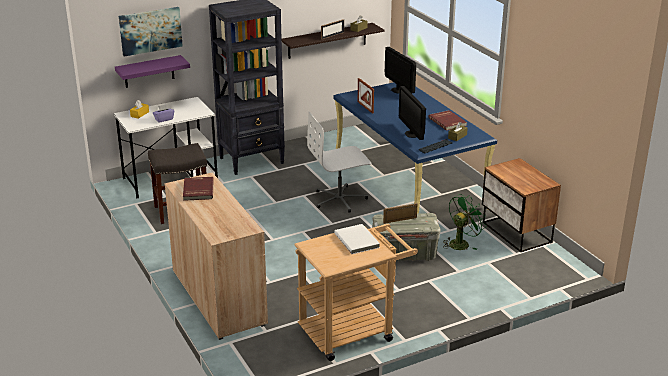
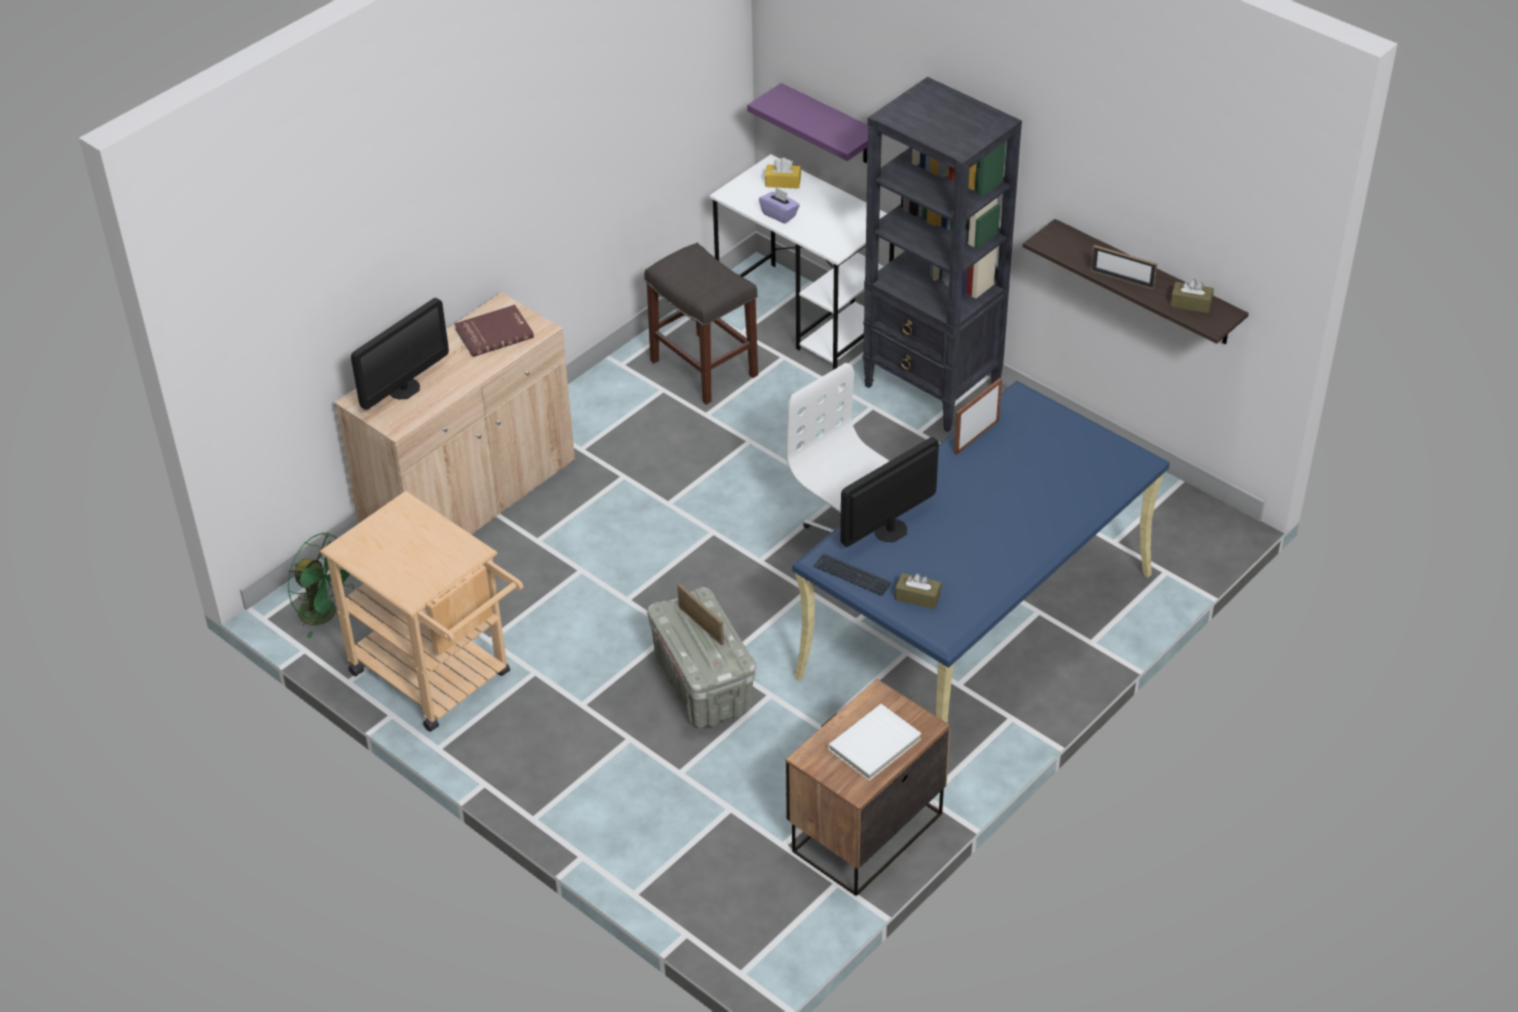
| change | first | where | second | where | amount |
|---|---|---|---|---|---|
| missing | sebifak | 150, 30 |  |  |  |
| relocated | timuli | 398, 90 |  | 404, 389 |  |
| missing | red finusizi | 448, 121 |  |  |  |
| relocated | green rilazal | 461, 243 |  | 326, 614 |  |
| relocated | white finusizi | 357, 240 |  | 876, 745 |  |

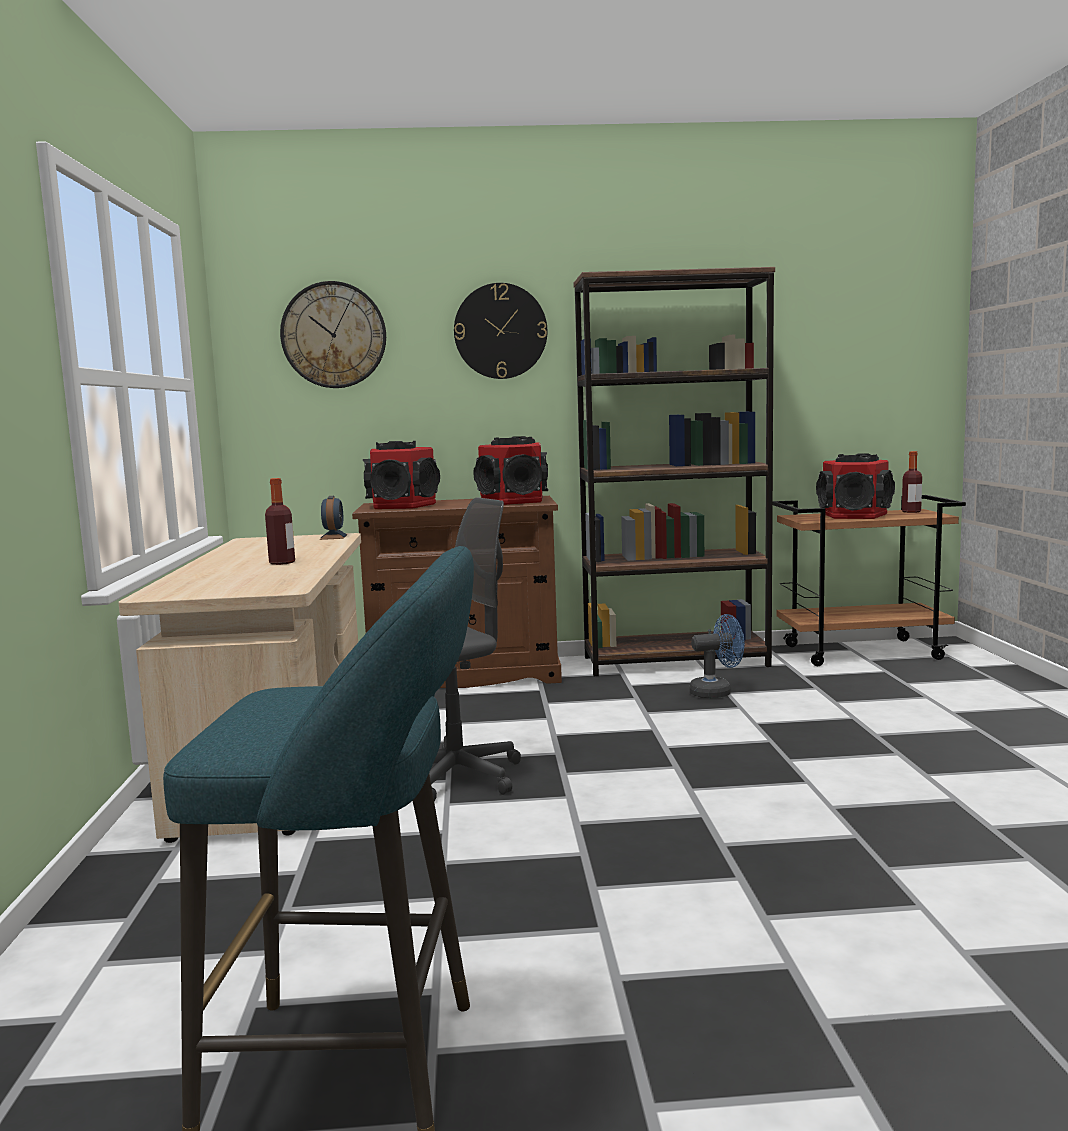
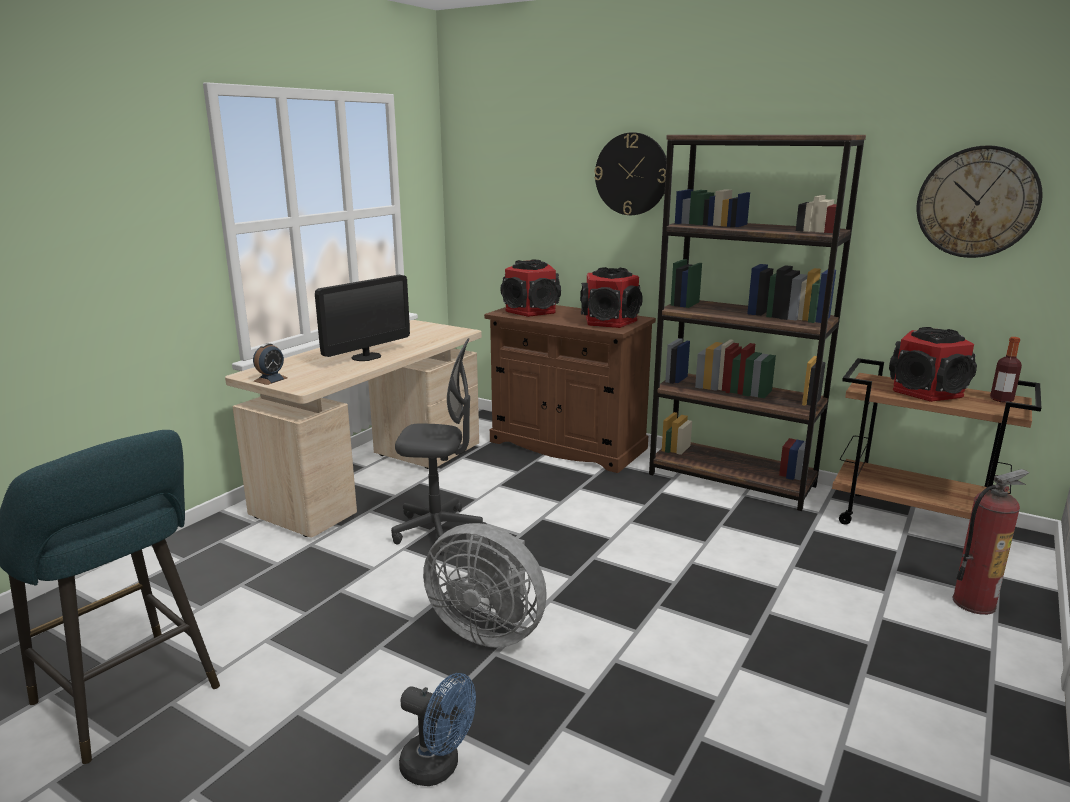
| change | first | where | second | where | amount |
|---|---|---|---|---|---|
| relocated | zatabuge | 334, 335 |  | 977, 202 |  |
| exchanged | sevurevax | 282, 562 | timuli | 366, 357 |  |
| relocated | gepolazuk | 333, 537 |  | 270, 379 |  |
| relocated | blue rilazal | 716, 692 |  | 438, 767 |  |
| appeared |  |  | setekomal | 973, 602 |  |
| appeared |  |  | grey rilazal | 488, 629 |  |

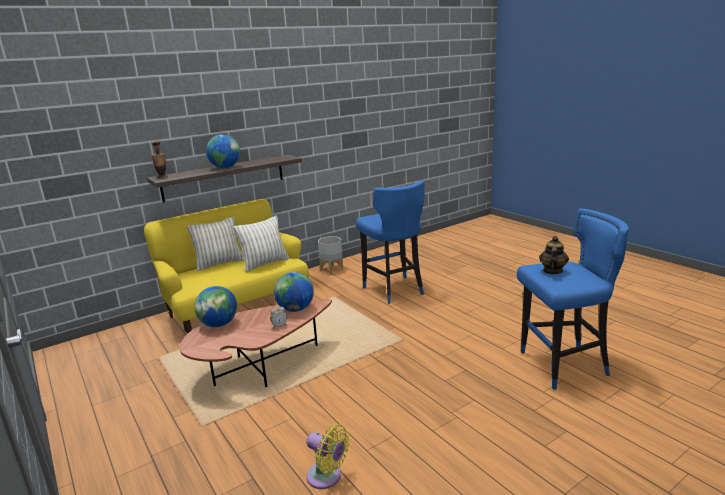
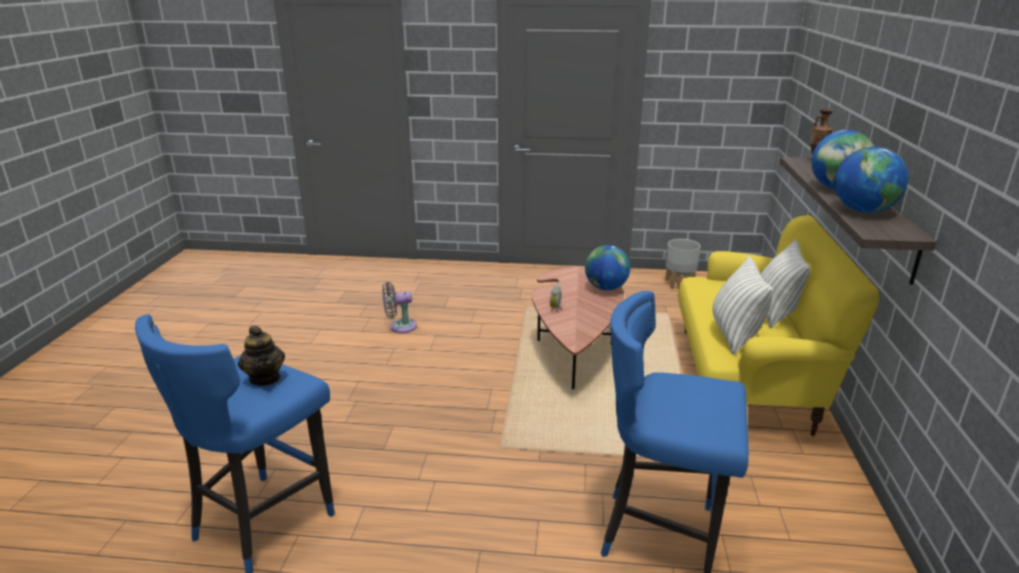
| change | first | where | second | where | amount |
|---|---|---|---|---|---|
| relocated | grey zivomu | 331, 269 |  | 679, 284 |  |
| relocated | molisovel | 295, 309 |  | 863, 211 |  |
| colour | yellow rilazal | 327, 477 | grey rilazal | 400, 327 |  |

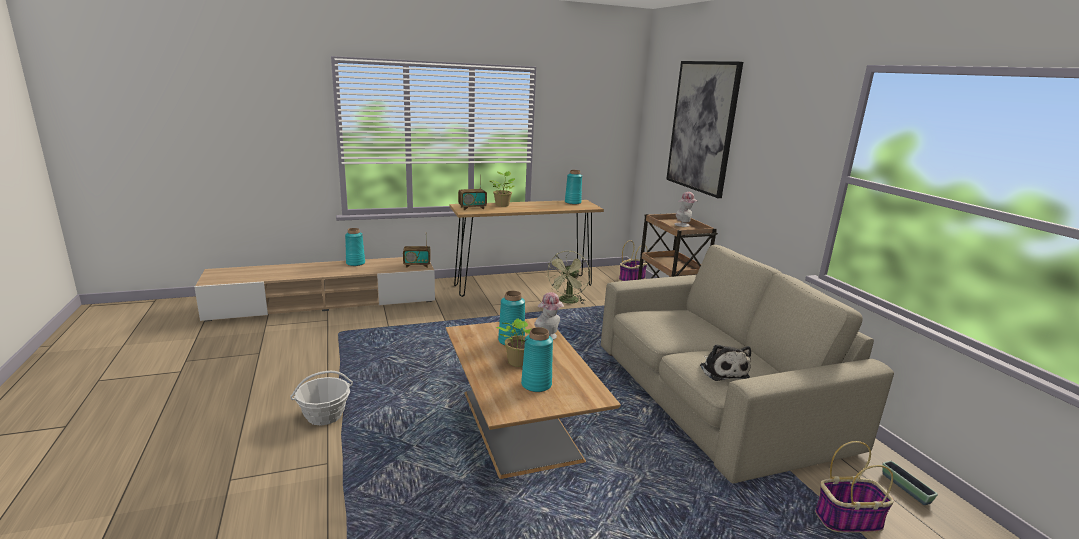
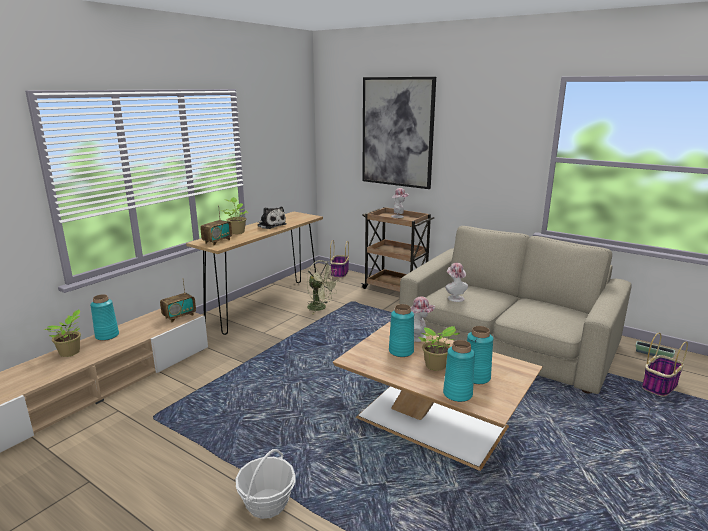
| change | first | where | second | where | amount |
|---|---|---|---|---|---|
| relocated | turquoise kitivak | 572, 202 |  | 457, 394 |  |
| spun | green rilazal | 568, 302 |  | 320, 308 | 45 degrees counterclockwise |
| relocated | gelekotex | 722, 371 |  | 271, 225 |  |
| appeared |  |  | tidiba | 454, 297 |  |
| appeared |  |  | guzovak | 71, 352 |  |

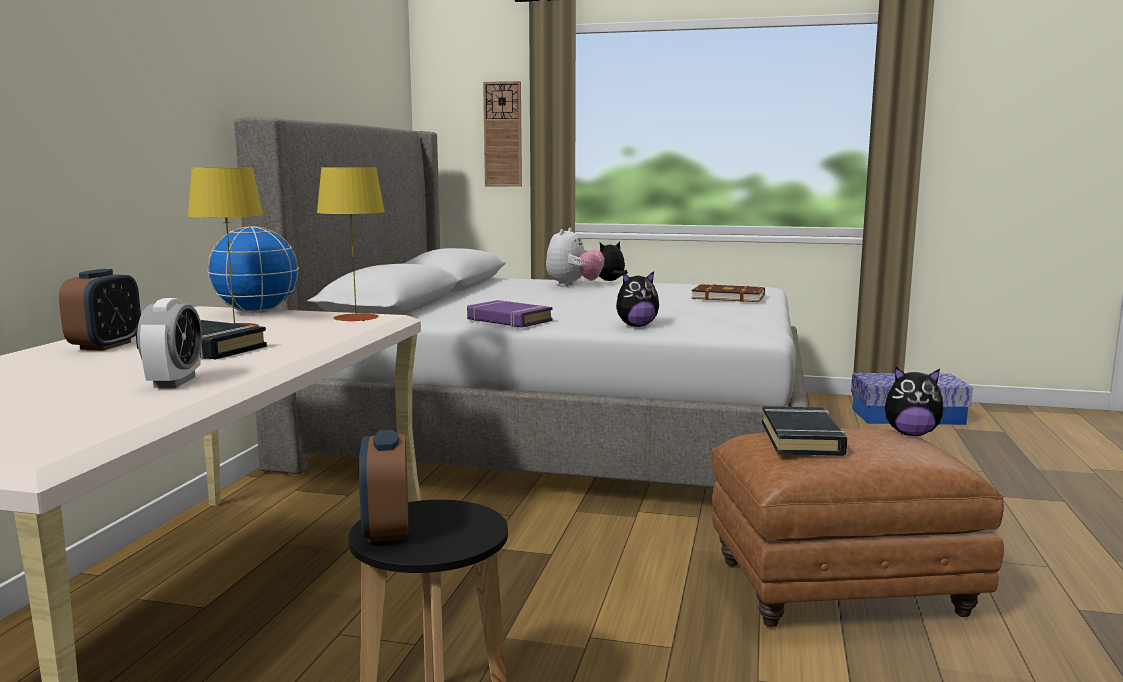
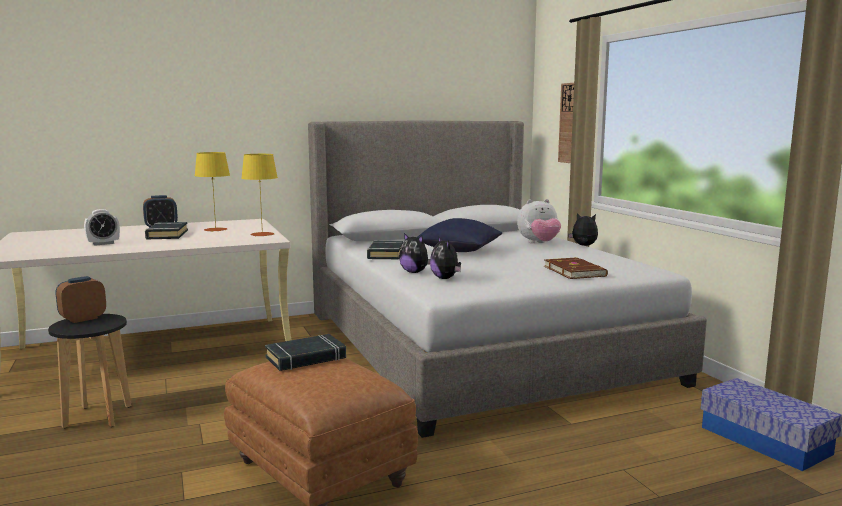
| change | first | where | second | where | amount |
|---|---|---|---|---|---|
| missing | molisovel | 257, 312 |  |  |  |
| colour | purple finusizi | 508, 320 | black finusizi | 385, 254 |  |
| relocated | gelekotex | 911, 434 |  | 446, 278 |  |
| appeared |  |  | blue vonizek | 459, 250 |  |

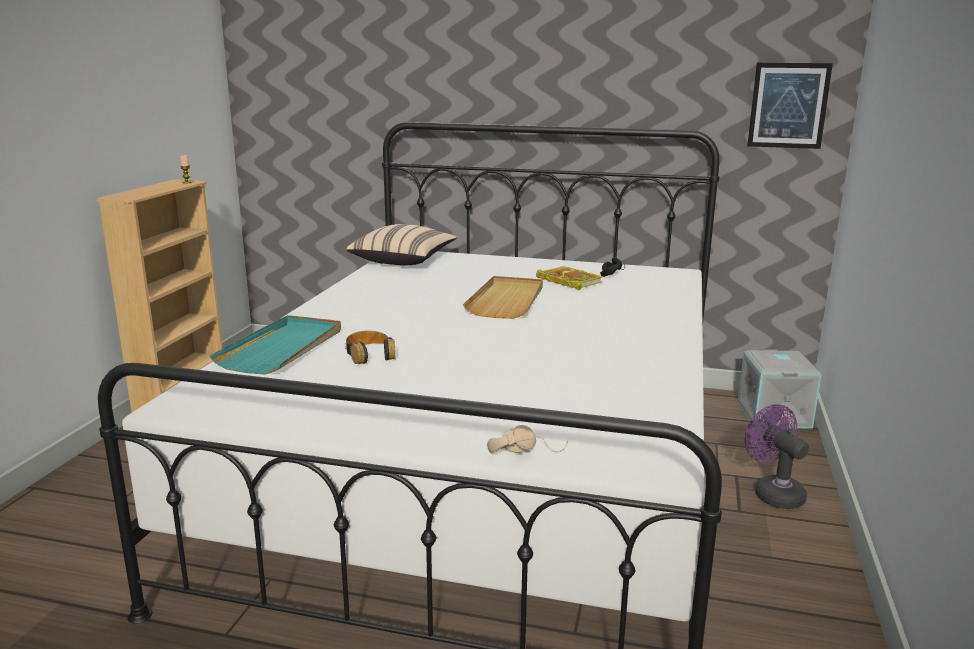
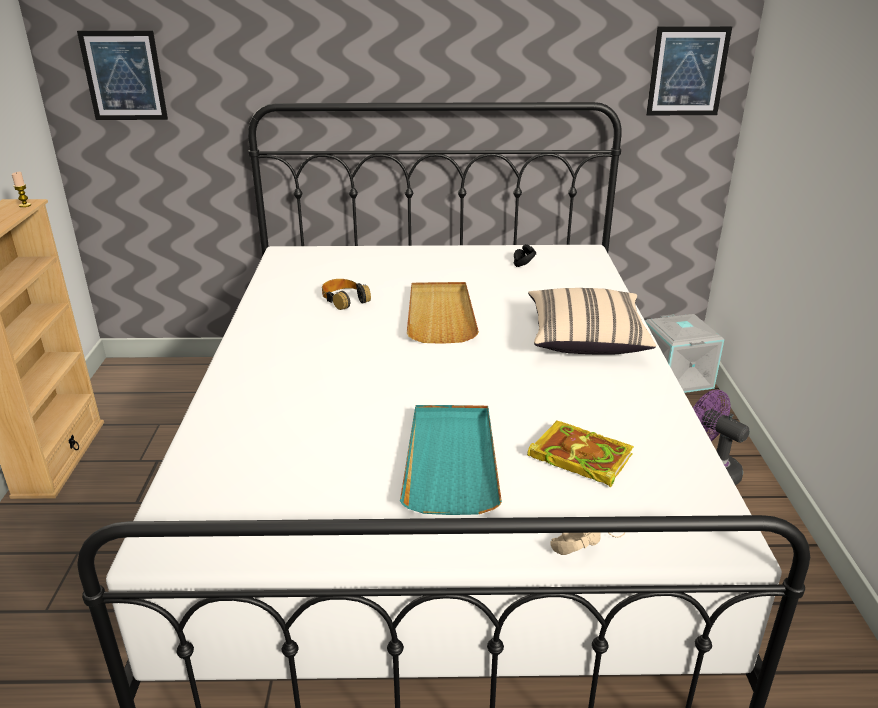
| change | first | where | second | where | amount |
|---|---|---|---|---|---|
| relocated | beige vonizek | 403, 260 |  | 586, 339 |  |
| relocated | finusizi | 568, 281 |  | 578, 457 |  |
| relocated | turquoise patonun | 283, 348 |  | 451, 460 |  |
| relocated | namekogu | 370, 354 |  | 344, 299 |  |
| appeared |  |  | sebifak | 124, 76 |  |

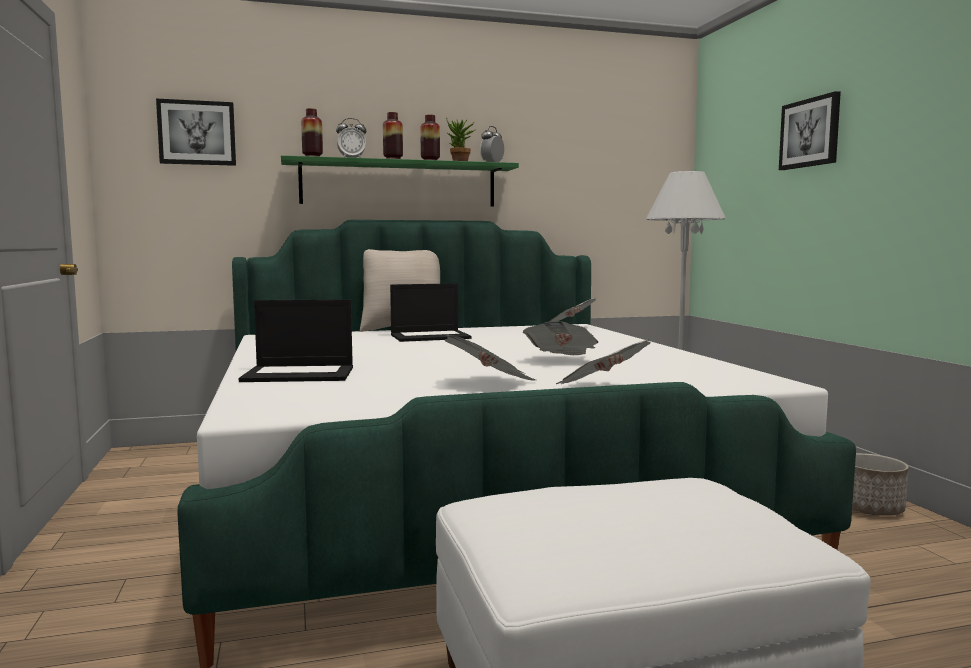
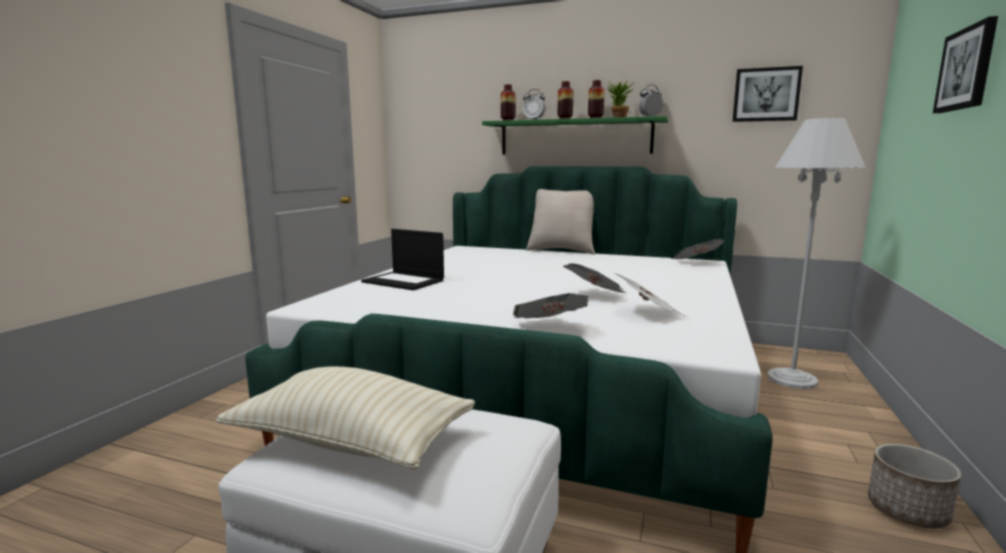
| change | first | where | second | where | amount |
|---|---|---|---|---|---|
| relocated | sebifak | 197, 133 |  | 766, 94 |  |
| missing | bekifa | 430, 336 |  |  |  |
| relocated | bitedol | 490, 383 |  | 649, 314 |  |
| appeared |  |  | beige vonizek | 352, 441 |  |

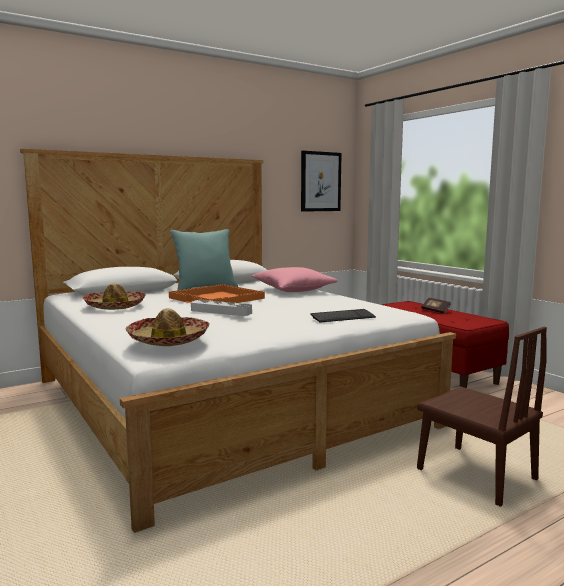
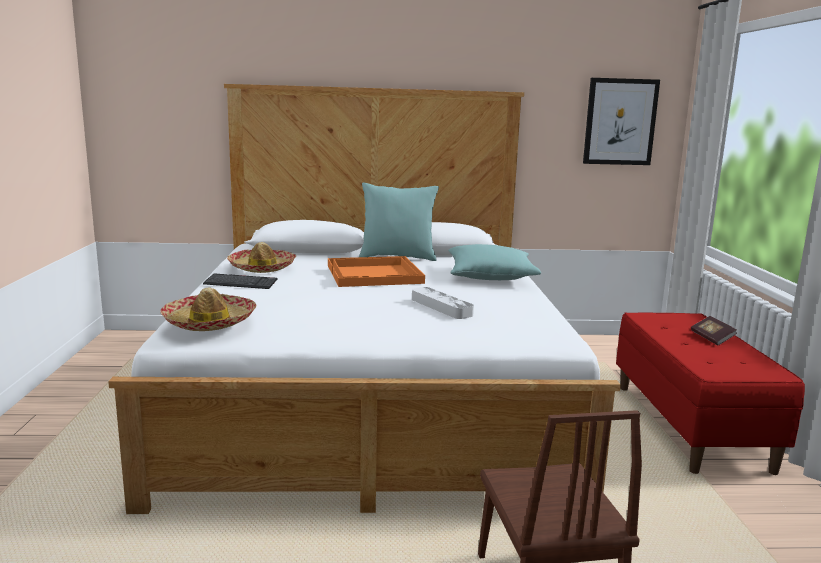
| change | first | where | second | where | amount |
|---|---|---|---|---|---|
| colour | pink vonizek | 293, 290 | turquoise vonizek | 491, 276 |  |
| relocated | grey patonun | 221, 311 |  | 441, 307 |  |
| relocated | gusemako | 342, 317 |  | 240, 283 |  |

